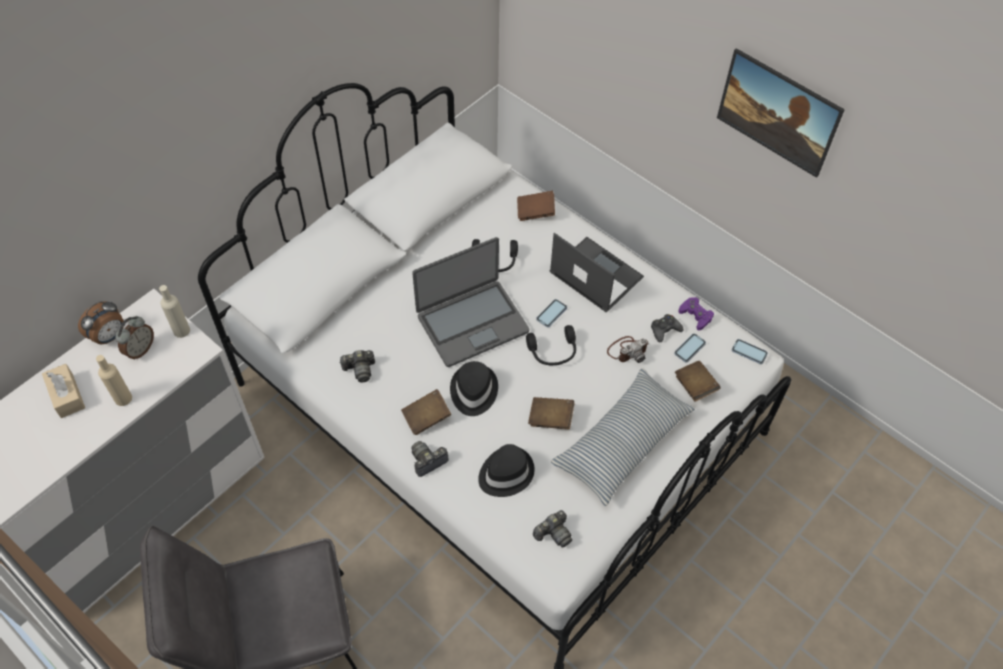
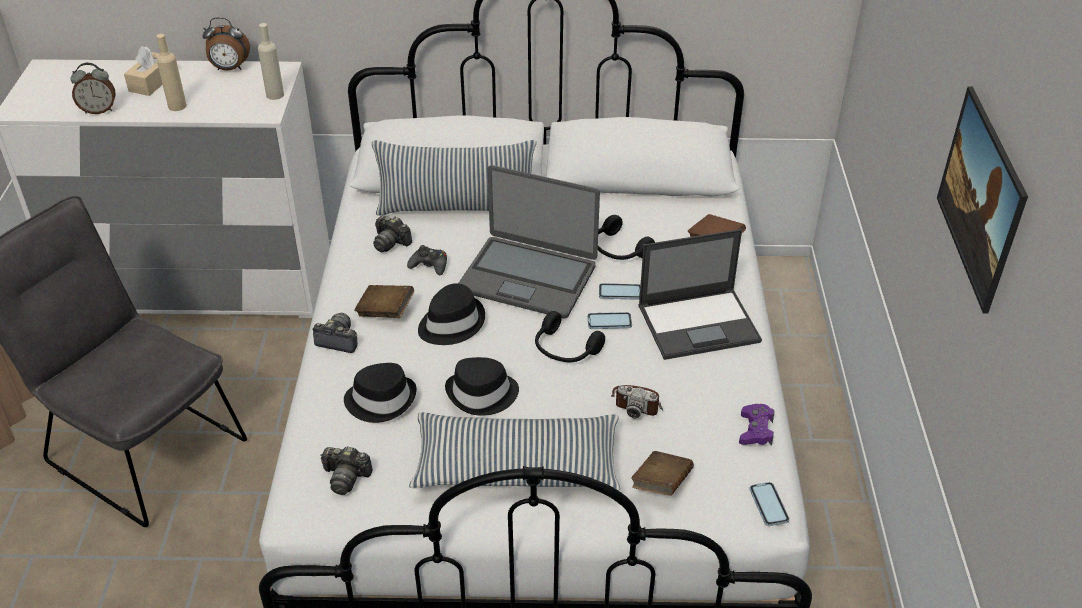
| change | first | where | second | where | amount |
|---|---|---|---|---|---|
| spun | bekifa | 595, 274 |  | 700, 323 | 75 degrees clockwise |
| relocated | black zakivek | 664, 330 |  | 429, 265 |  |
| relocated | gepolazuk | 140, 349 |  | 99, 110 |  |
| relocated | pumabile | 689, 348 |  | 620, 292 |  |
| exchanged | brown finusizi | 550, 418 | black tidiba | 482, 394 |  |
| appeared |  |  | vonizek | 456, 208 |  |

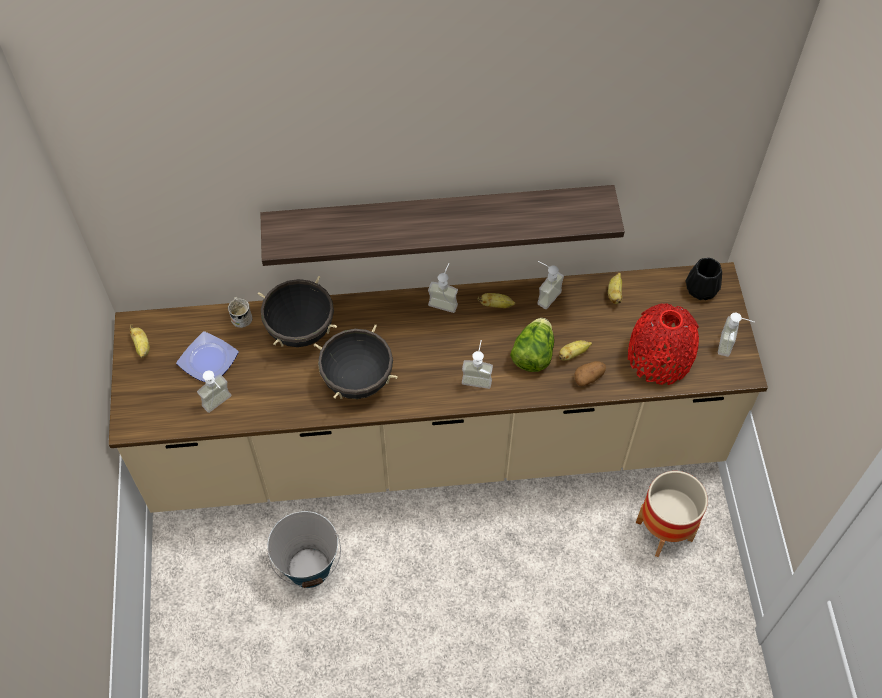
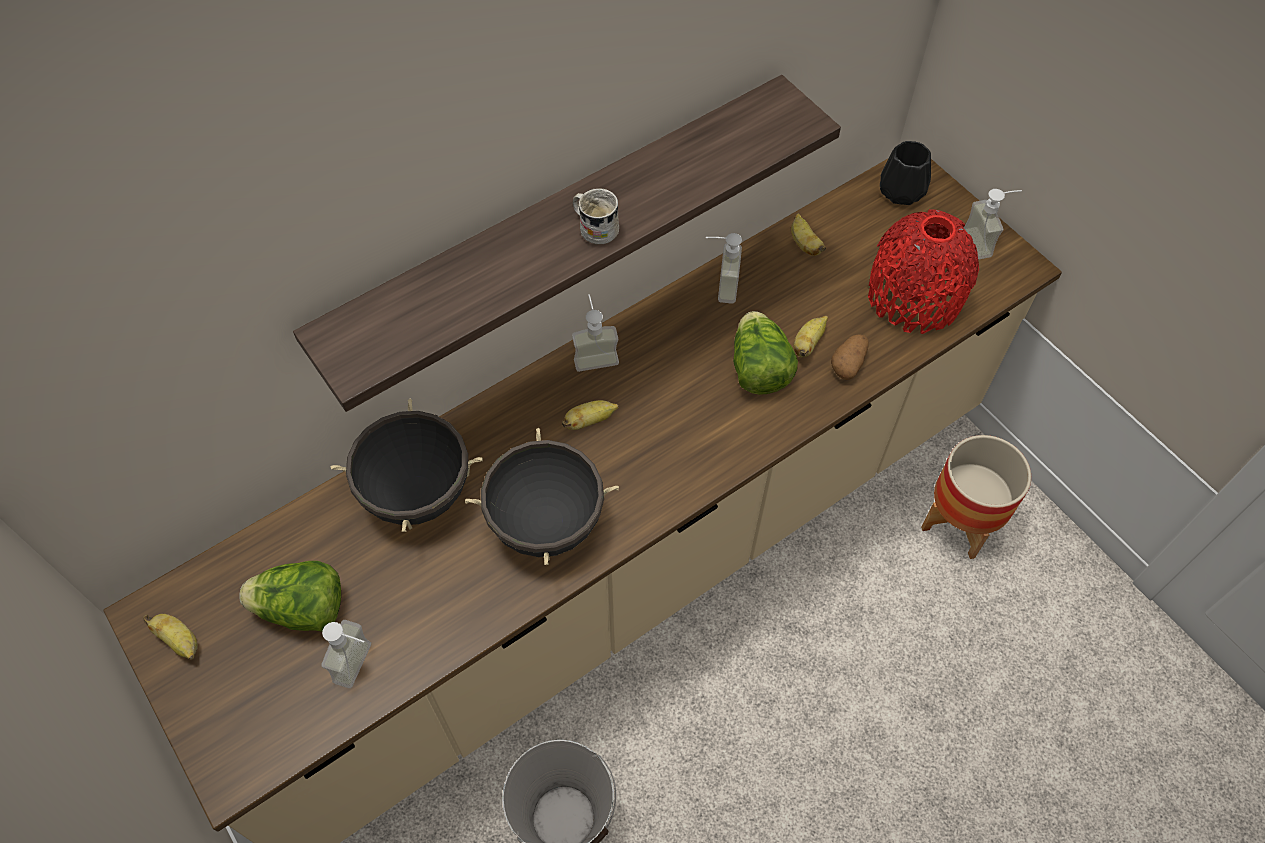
| change | first | where | second | where | amount |
|---|---|---|---|---|---|
| relocated | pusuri | 496, 305 |  | 589, 421 |  |
| relocated | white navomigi | 241, 316 |  | 594, 228 |  |
| exchanged | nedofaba | 208, 361 | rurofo | 302, 609 |  |
| missing | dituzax | 477, 376 |  |  |  |

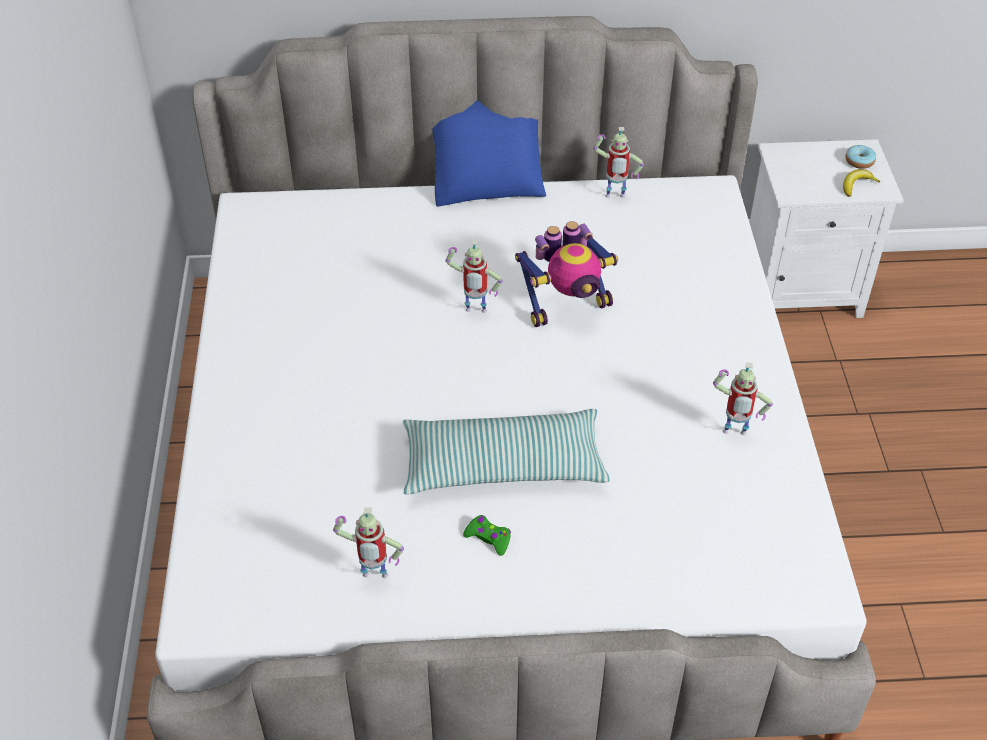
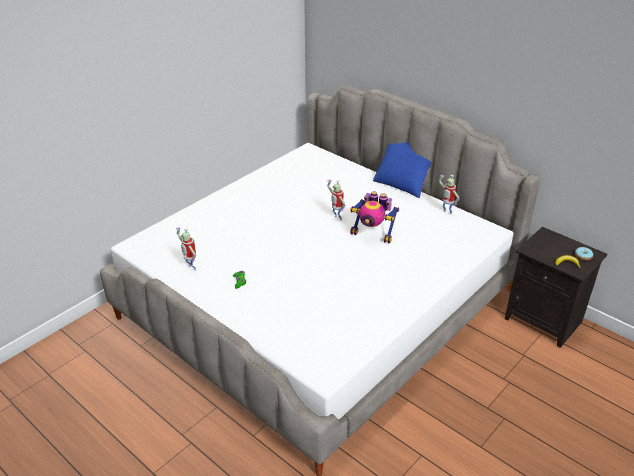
| change | first | where | second | where | amount |
|---|---|---|---|---|---|
| colour | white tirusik | 802, 289 | black tirusik | 544, 320 |  |
| missing | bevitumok | 733, 435 |  |  |  |
| missing | vonizek | 503, 465 |  |  |  |

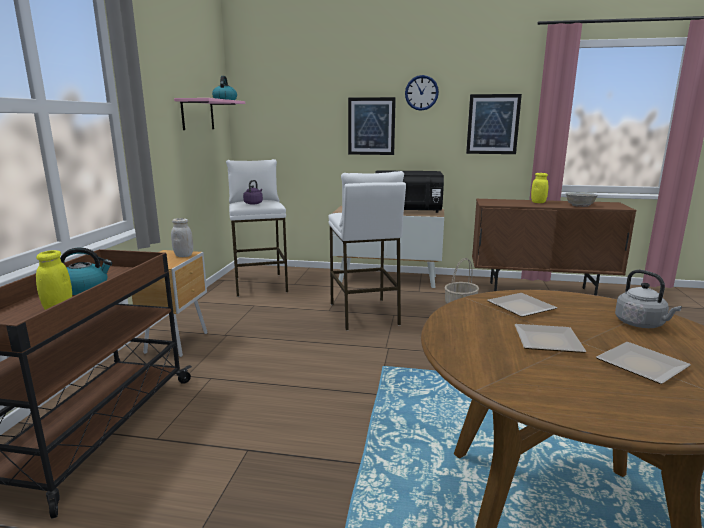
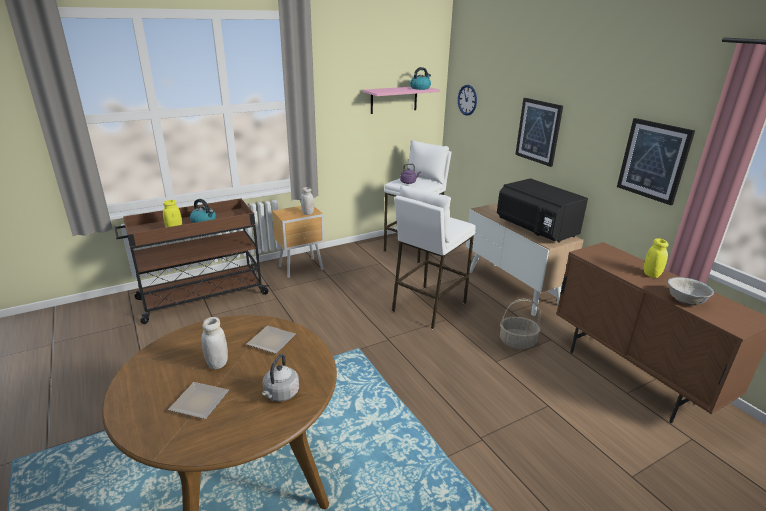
| change | first | where | second | where | amount |
|---|---|---|---|---|---|
| relocated | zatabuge | 421, 93 |  | 467, 100 |  |
| exchanged | nedofaba | 549, 341 | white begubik | 217, 363 |  |

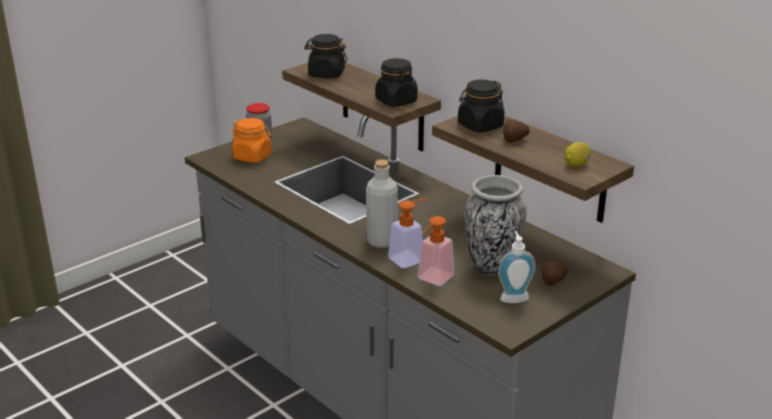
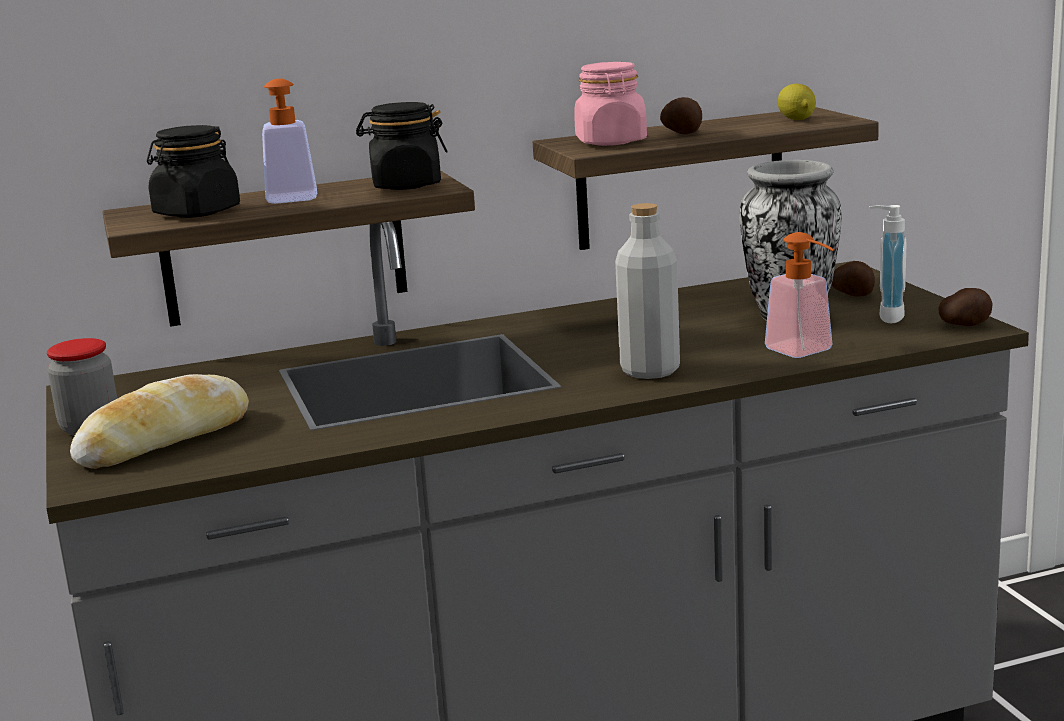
| change | first | where | second | where | amount |
|---|---|---|---|---|---|
| colour | black begubik | 480, 126 | pink begubik | 611, 142 |  |
| exchanged | orange begubik | 253, 157 | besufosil | 164, 439 |  |
| relocated | dituzax | 411, 258 |  | 292, 196 |  |
| appeared |  |  | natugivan | 965, 325 |  |

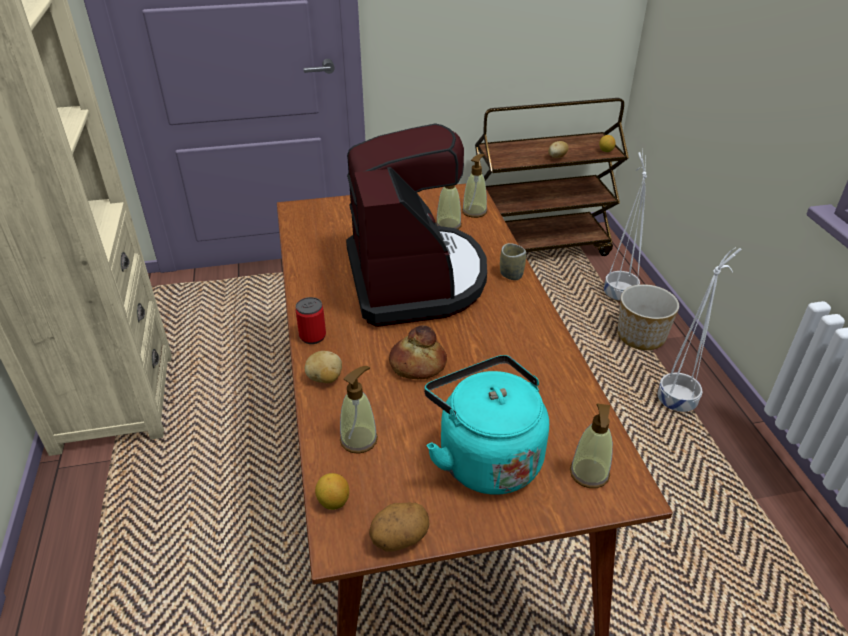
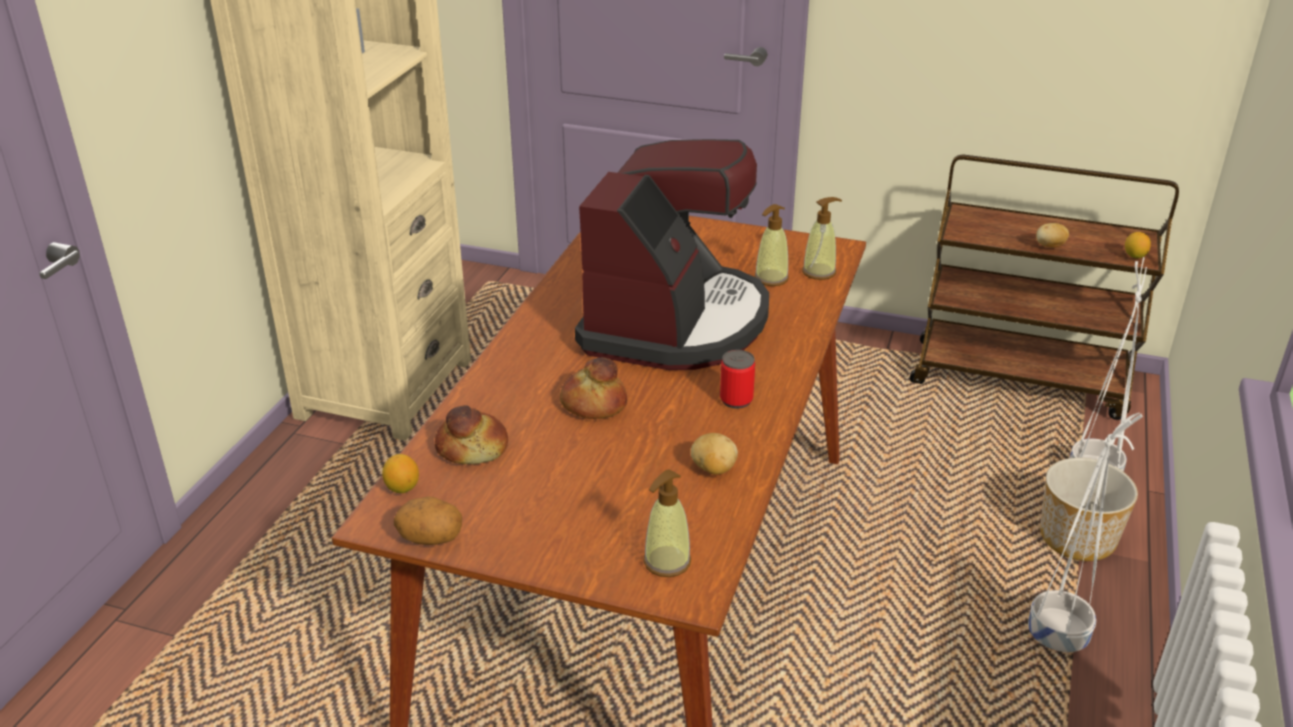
| change | first | where | second | where | amount |
|---|---|---|---|---|---|
| missing | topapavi | 511, 274 |  |  |  |
| relocated | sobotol | 312, 336 |  | 736, 400 |  |
| relocated | natugivan | 324, 379 |  | 713, 469 |  |
| missing | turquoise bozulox | 485, 457 |  |  |  |
| exchanged | dituzax | 359, 439 | besufosil | 473, 447 |  |

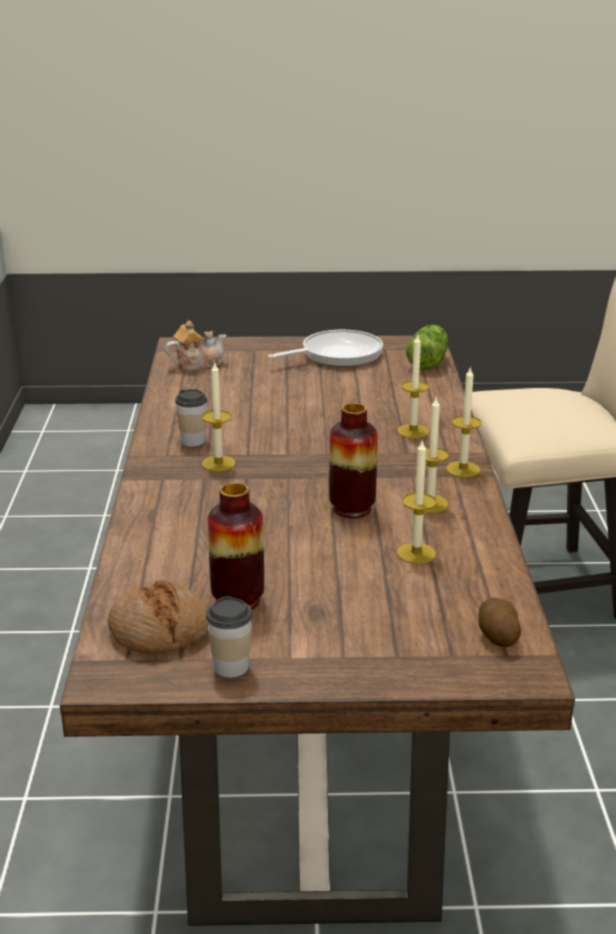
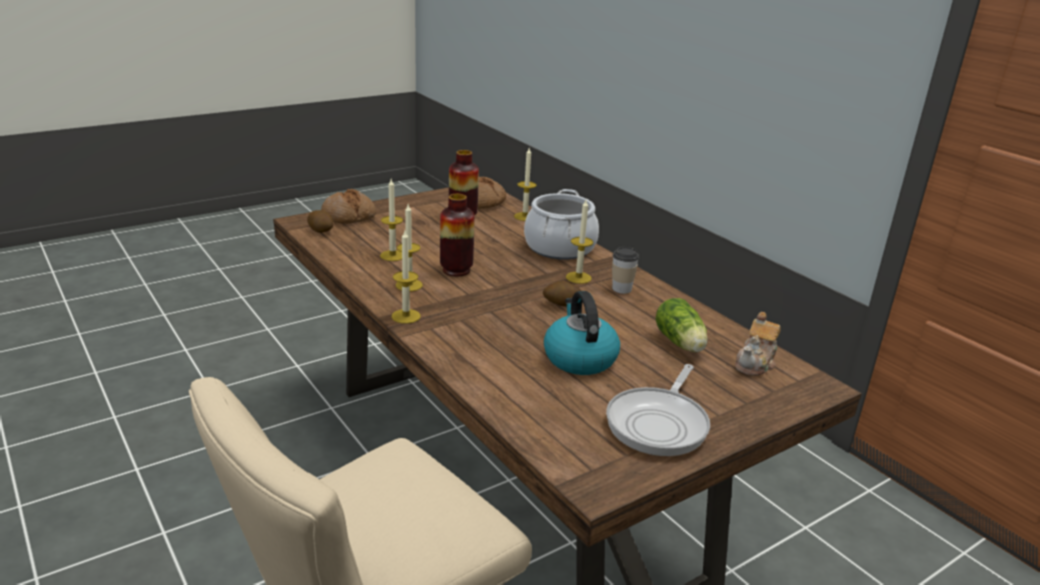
| change | first | where | second | where | amount |
|---|---|---|---|---|---|
| relocated | rurofo | 428, 361 |  | 681, 344 |  |
| relocated | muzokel | 413, 431 |  | 525, 216 |  |
| missing | topapavi | 231, 667 |  |  |  |
| appeared |  |  | besufosil | 349, 216 |  |
| appeared |  |  | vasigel | 560, 247 |  |
| appeared |  |  | natugivan | 562, 304 |  |
| appeared |  |  | bozulox | 579, 358 |  |

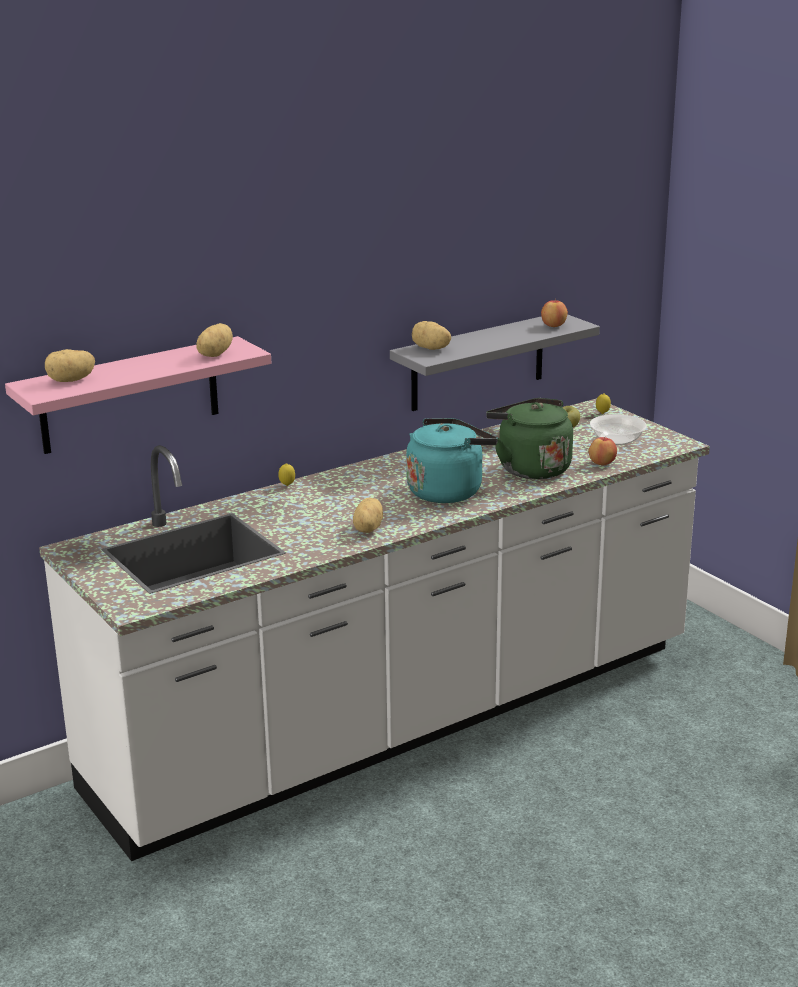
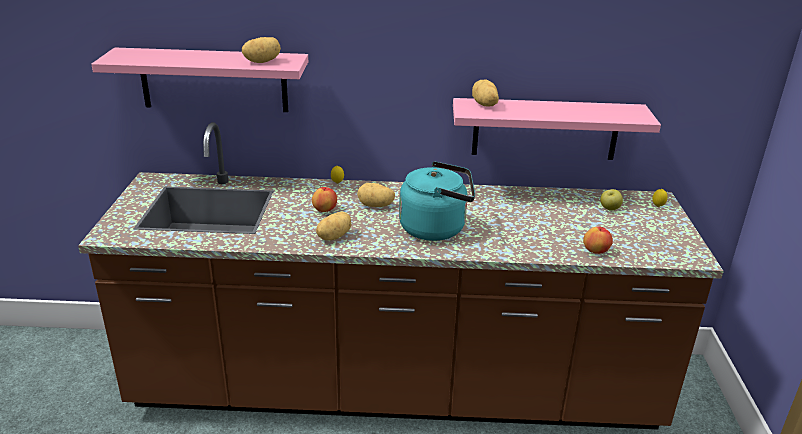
| change | first | where | second | where | amount |
|---|---|---|---|---|---|
| relocated | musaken | 553, 326 |  | 325, 210 |  |
| colour | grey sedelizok | 478, 362 | pink sedelizok | 545, 129 |  |
| relocated | natugivan | 71, 380 |  | 375, 206 |  |
| colour | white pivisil | 401, 720 | brown pivisil | 396, 390 |  |
| missing | green bozulox | 530, 468 |  |  |  |
| missing | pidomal | 616, 440 |  |  |  |

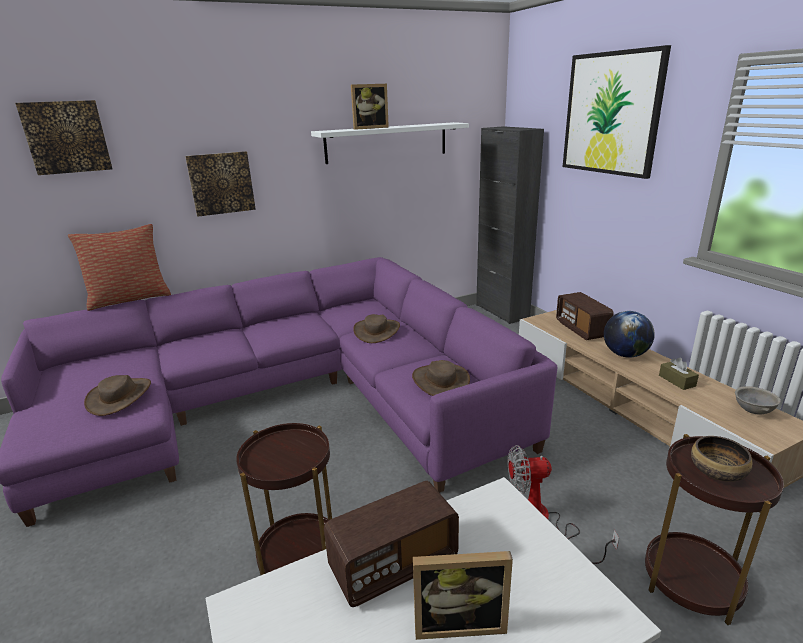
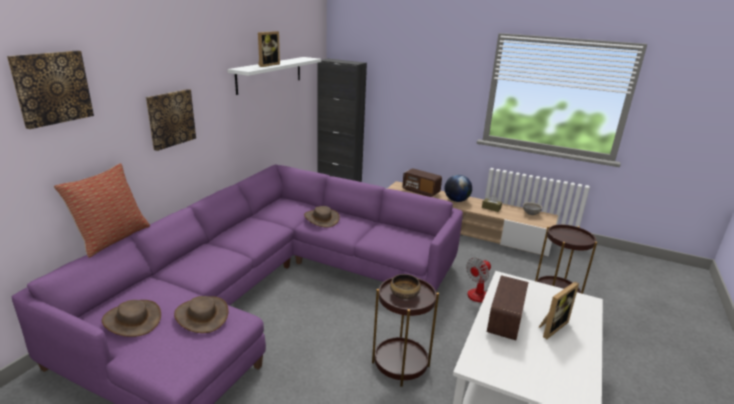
| change | first | where | second | where | amount |
|---|---|---|---|---|---|
| missing | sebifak | 611, 114 |  |  |  |
| relocated | brown tidiba | 440, 381 |  | 132, 319 |  |
| relocated | pidomal | 718, 471 |  | 404, 294 |  |

